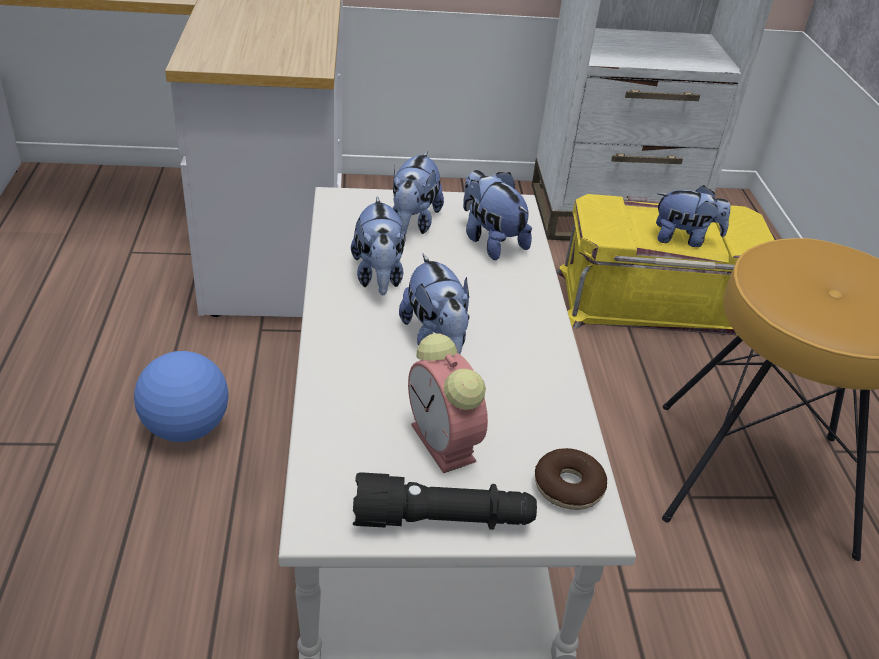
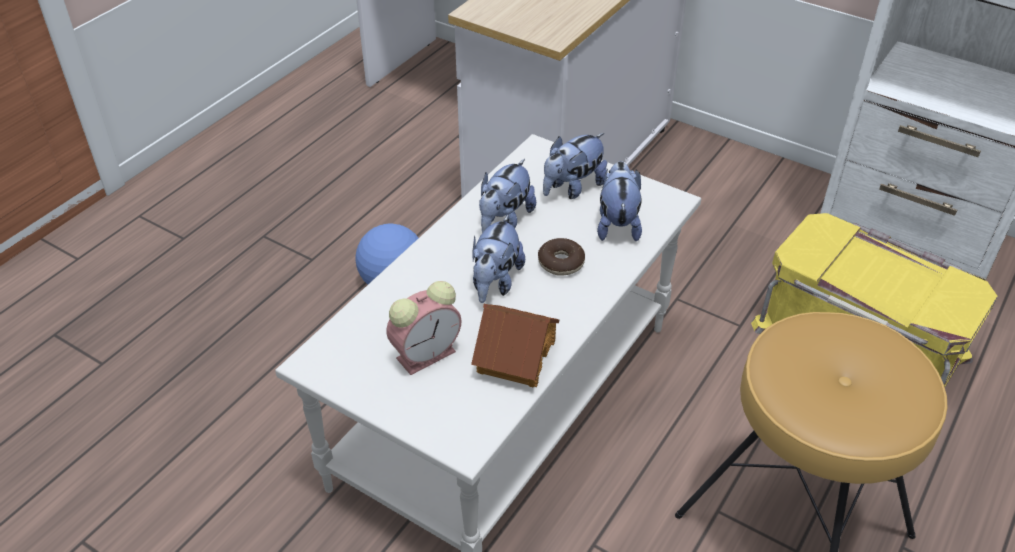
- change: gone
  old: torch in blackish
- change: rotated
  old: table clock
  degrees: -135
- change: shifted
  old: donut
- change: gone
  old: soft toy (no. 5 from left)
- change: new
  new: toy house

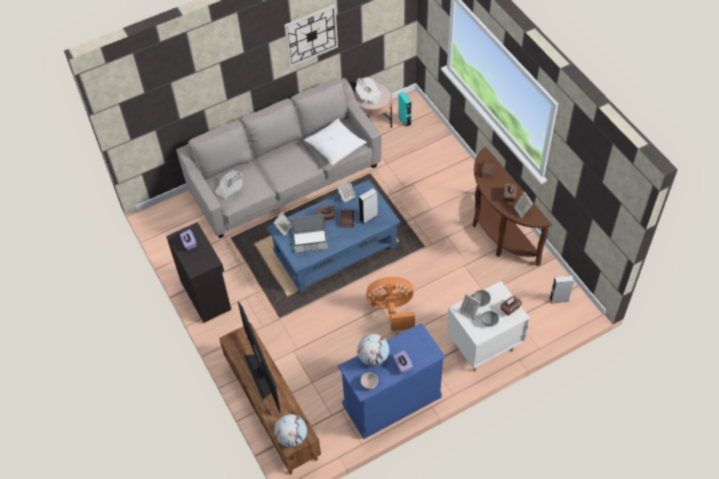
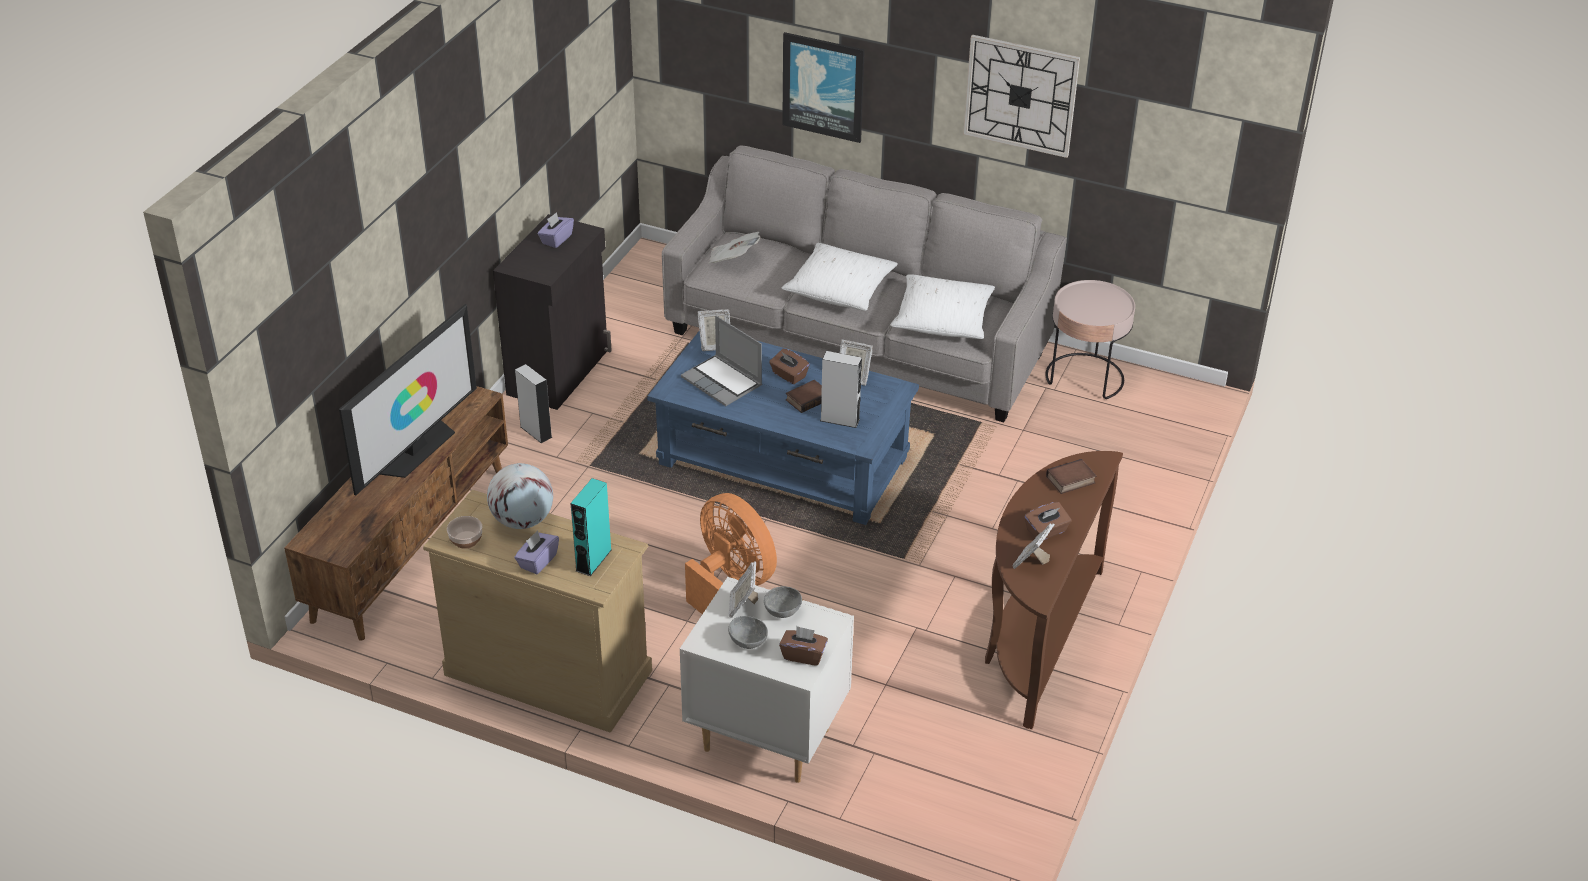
- change: gone
  old: desk globe (no. 1 from left)
- change: repainted
  old: chest of drawers in bluish
  new: chest of drawers in beige
- change: gone
  old: newspaper (no. 2 from left)
- change: shifted
  old: speaker in turquoise-coloured
- change: shifted
  old: speaker in greyish (no. 2 from left in the first image)
  new: speaker in greyish (no. 1 from left)
- change: new
  new: throw pillow in white-coloured (no. 1 from left)
- change: new
  new: wall art

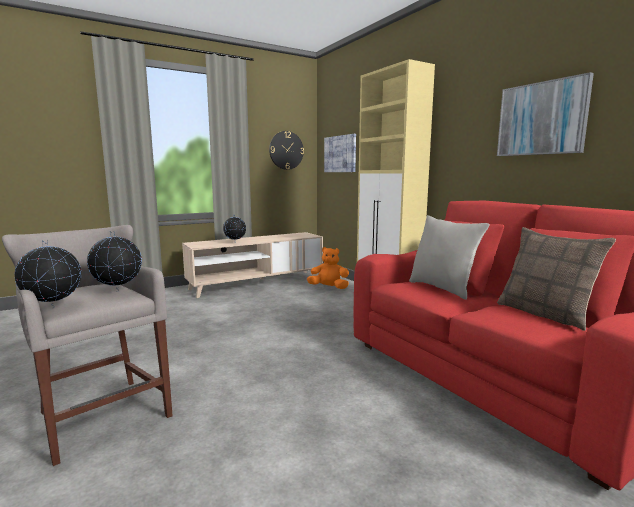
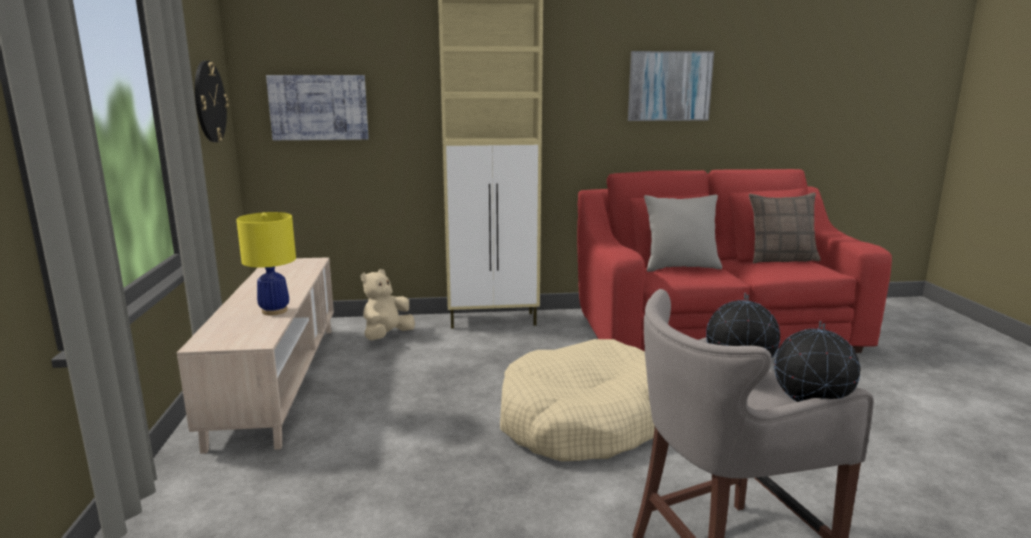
- change: swapped
  old: desk globe (no. 3 from left)
  new: tabletop lamp in yellowish
- change: repainted
  old: soft toy in orange
  new: soft toy in beige
- change: new
  new: dog bed in beige

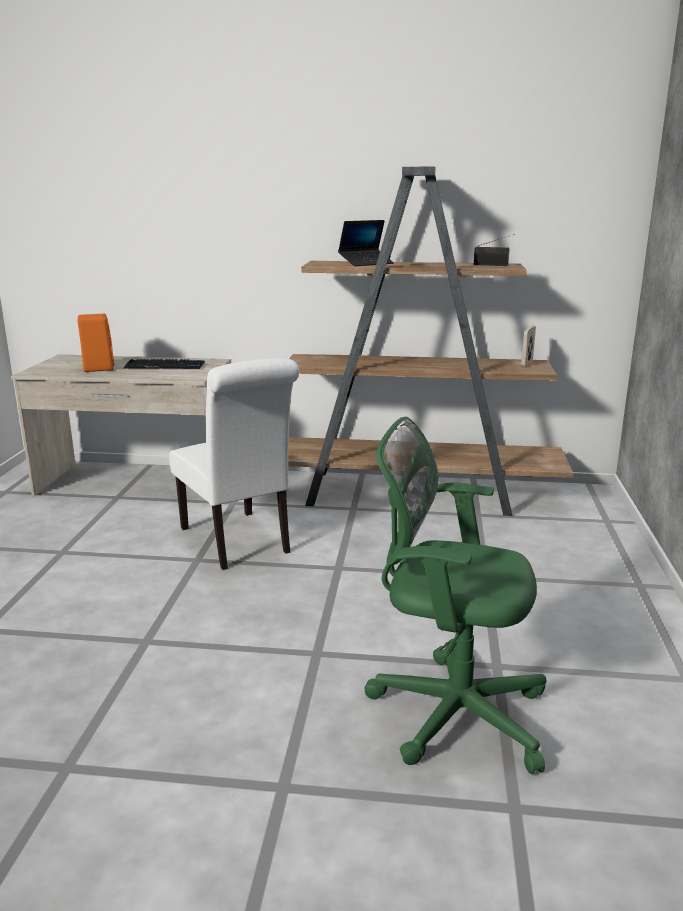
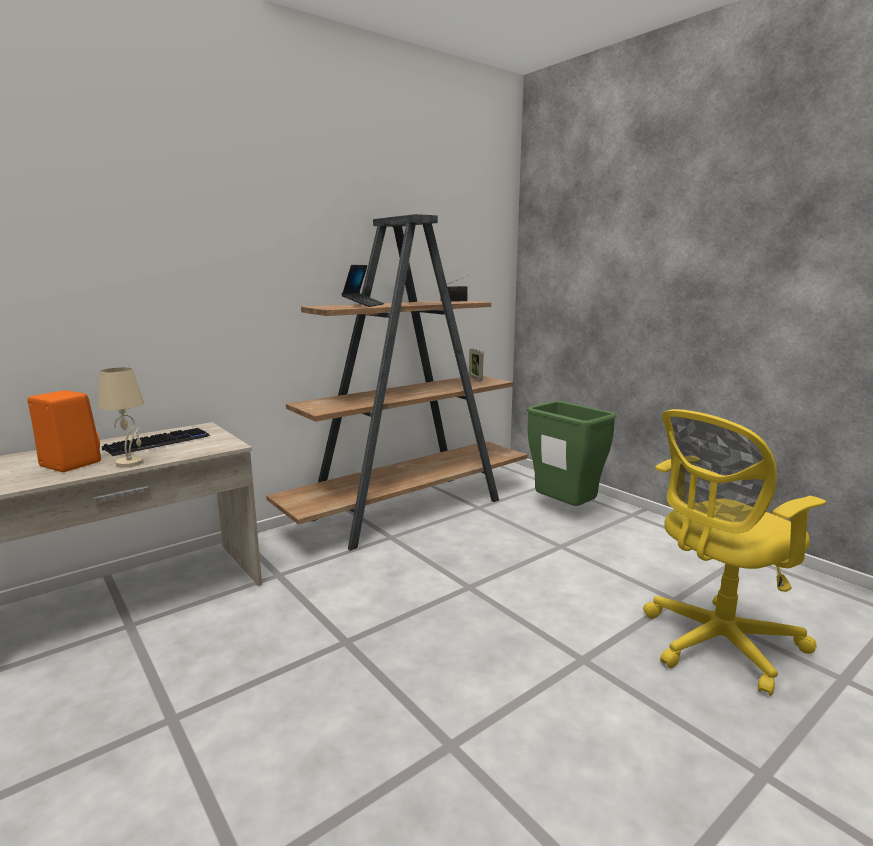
- change: gone
  old: upright chair in white-coloured
- change: repainted
  old: desk chair in green-coloured
  new: desk chair in yellowish
- change: new
  new: tabletop lamp in beige
- change: new
  new: trash can in green-coloured

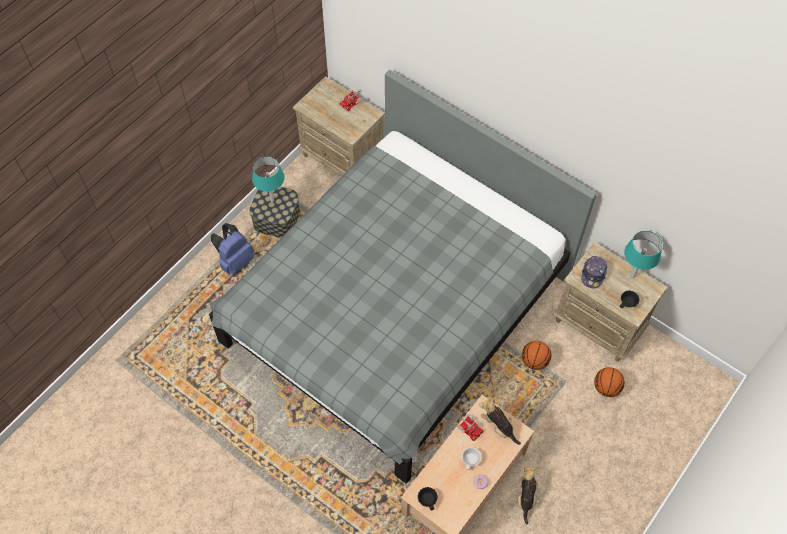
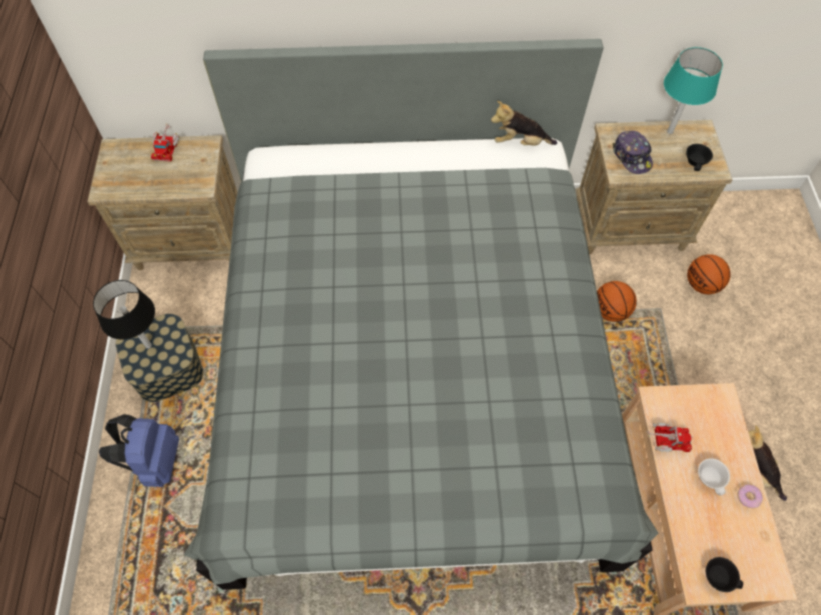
- change: repainted
  old: tabletop lamp in turquoise-coloured (no. 1 from left)
  new: tabletop lamp in blackish
- change: shifted
  old: soft toy (no. 1 from left)

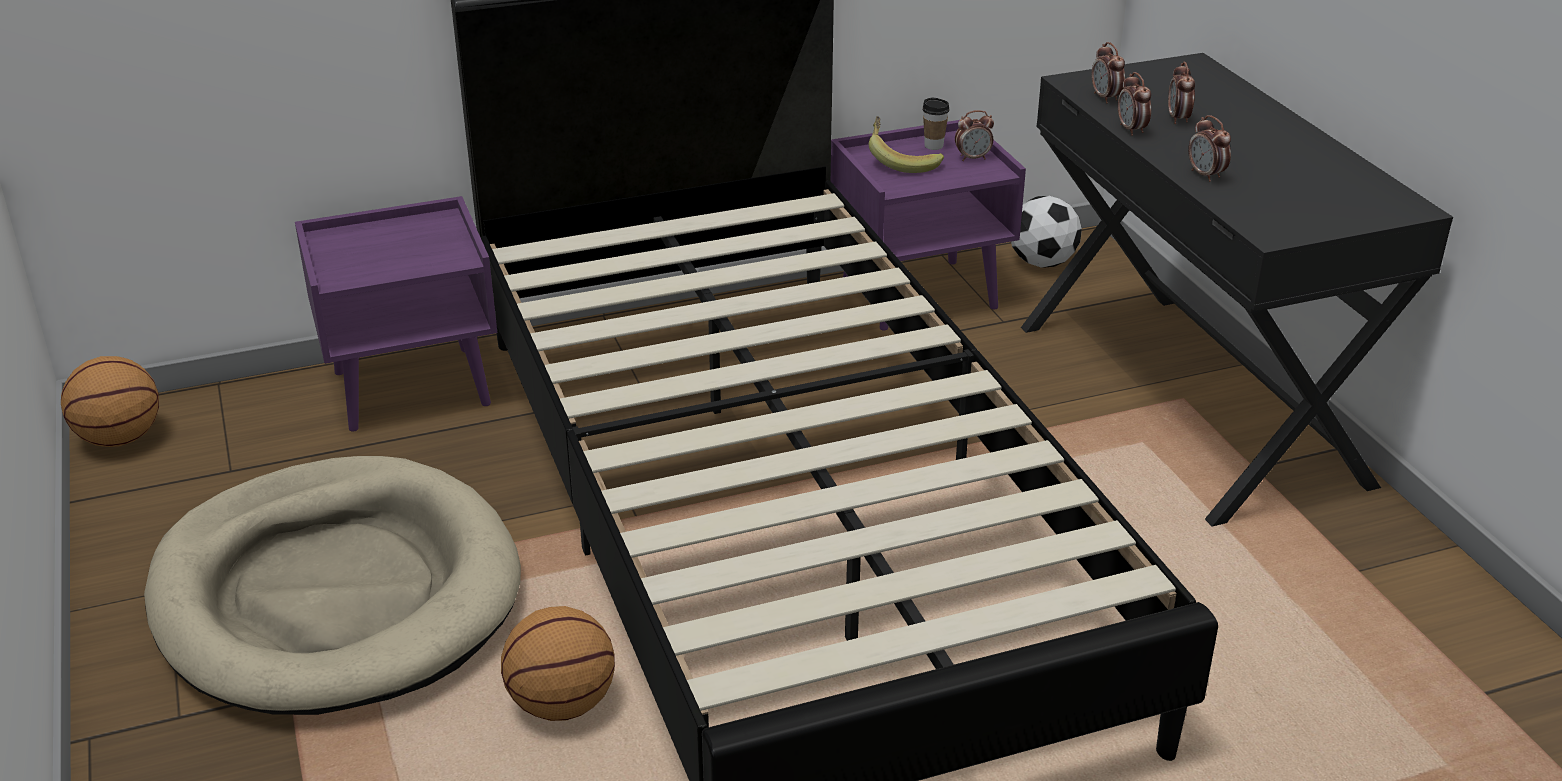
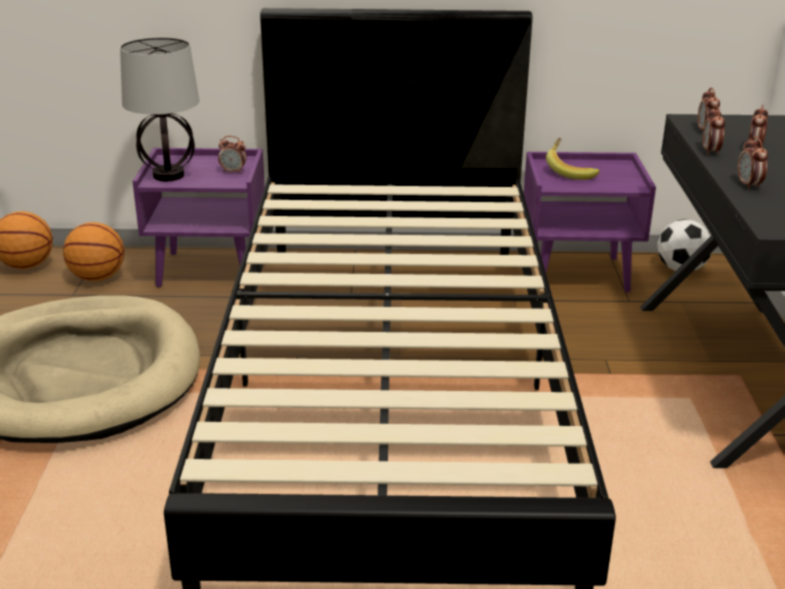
- change: shifted
  old: basketball (no. 2 from left)
- change: gone
  old: drinking cup
- change: shifted
  old: table clock (no. 1 from left)
- change: new
  new: tabletop lamp

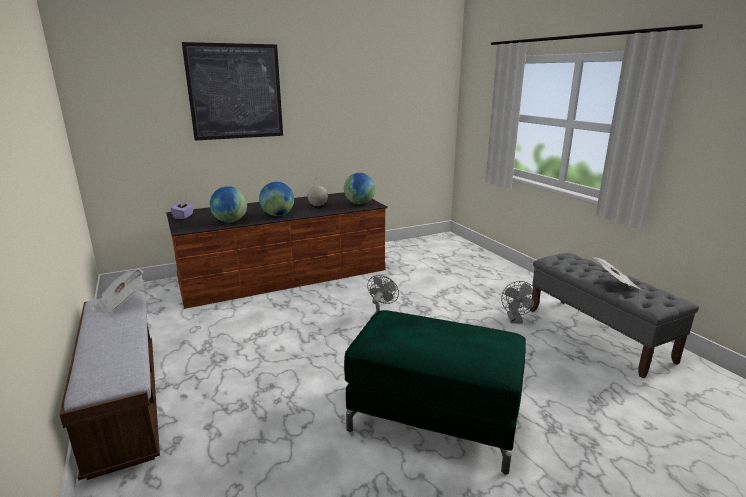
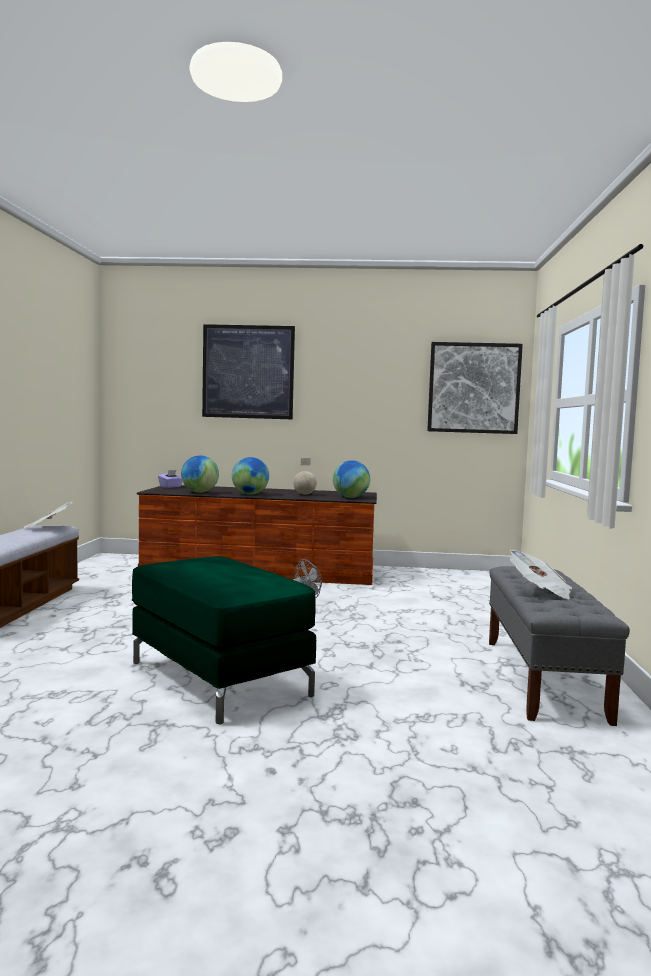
- change: gone
  old: cooling fan in greyish (no. 2 from left)
- change: new
  new: wall art (no. 2 from left)

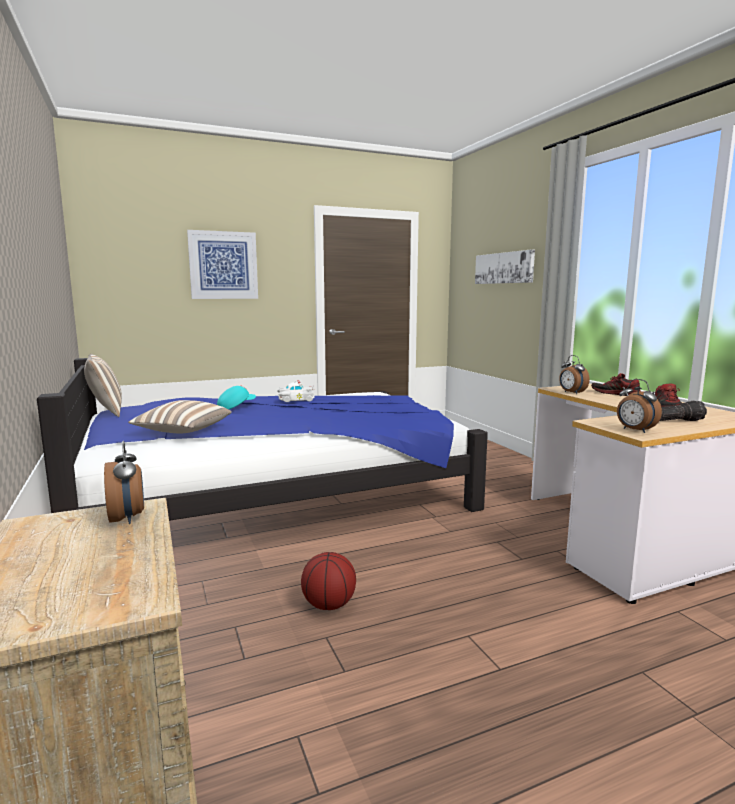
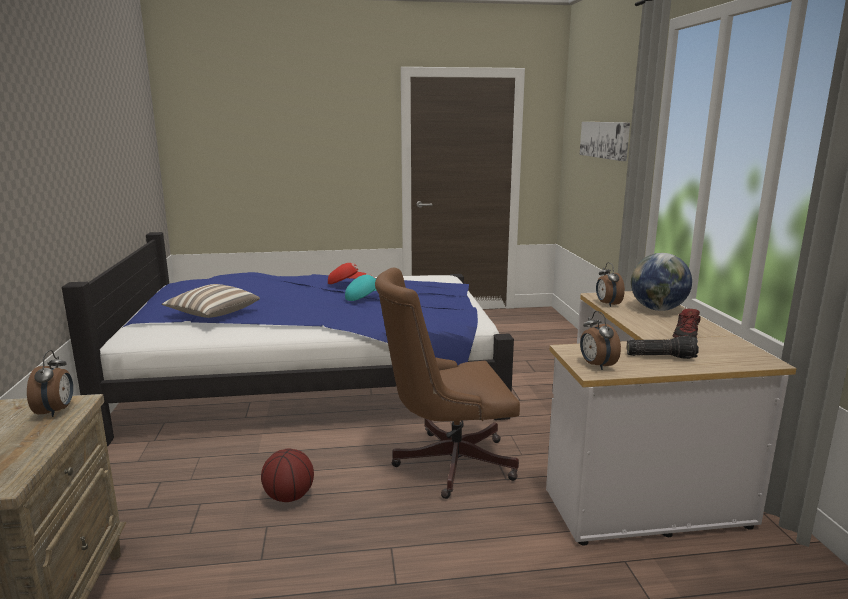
- change: gone
  old: throw pillow (no. 1 from left)
- change: gone
  old: wall art (no. 1 from left)
- change: shifted
  old: cap in turquoise-coloured
- change: swapped
  old: miniature car in white-coloured
  new: cap in reddish
- change: swapped
  old: shoe (no. 1 from left)
  new: desk globe
- change: new
  new: desk chair in brown-coloured

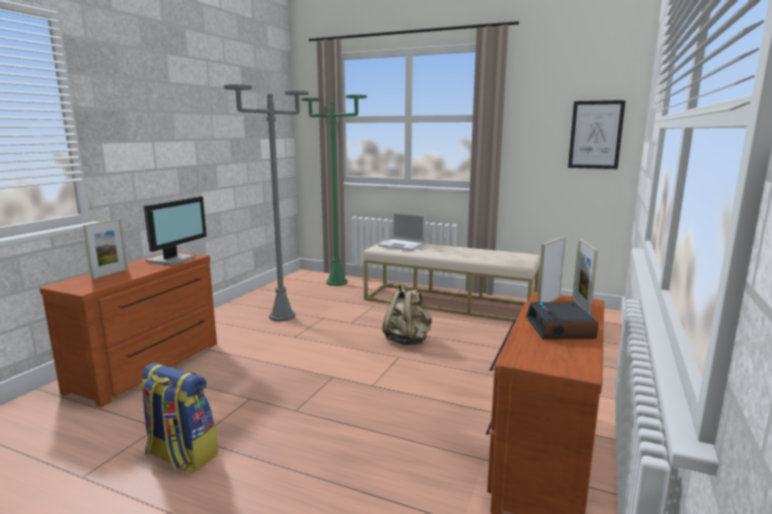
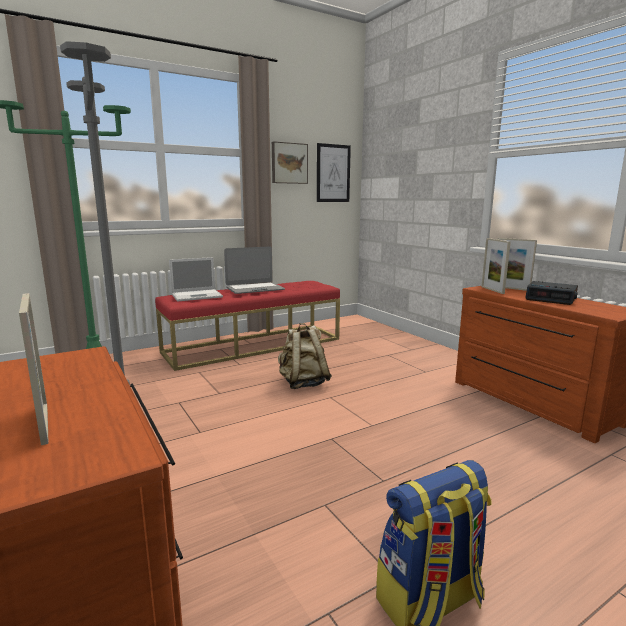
- change: gone
  old: monitor
- change: repainted
  old: bench in beige
  new: bench in reddish
- change: new
  new: notebook computer (no. 2 from left)
- change: new
  new: wall art (no. 1 from left)

